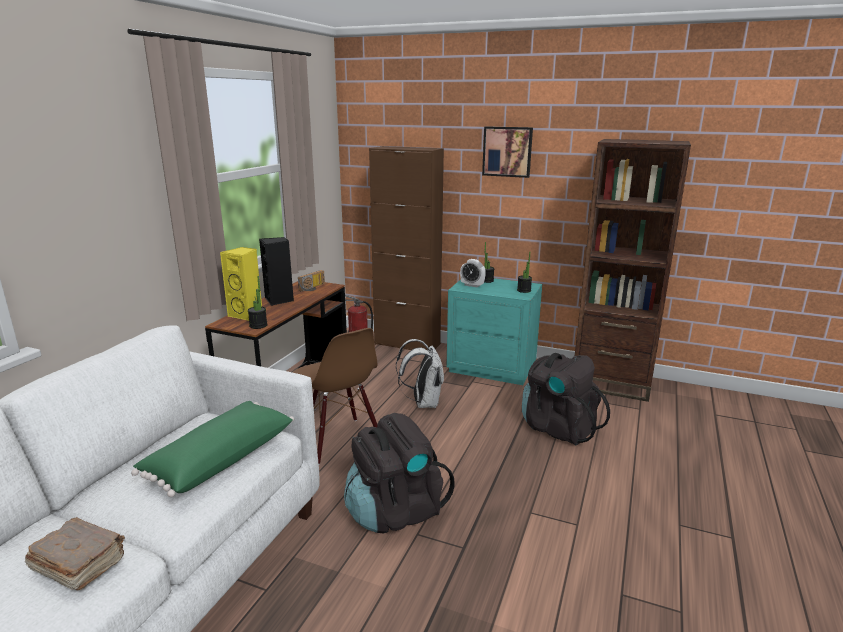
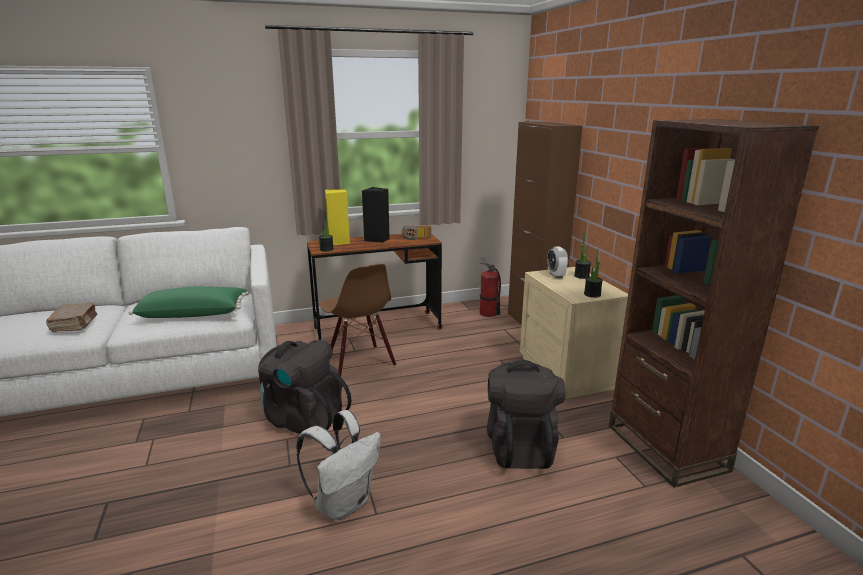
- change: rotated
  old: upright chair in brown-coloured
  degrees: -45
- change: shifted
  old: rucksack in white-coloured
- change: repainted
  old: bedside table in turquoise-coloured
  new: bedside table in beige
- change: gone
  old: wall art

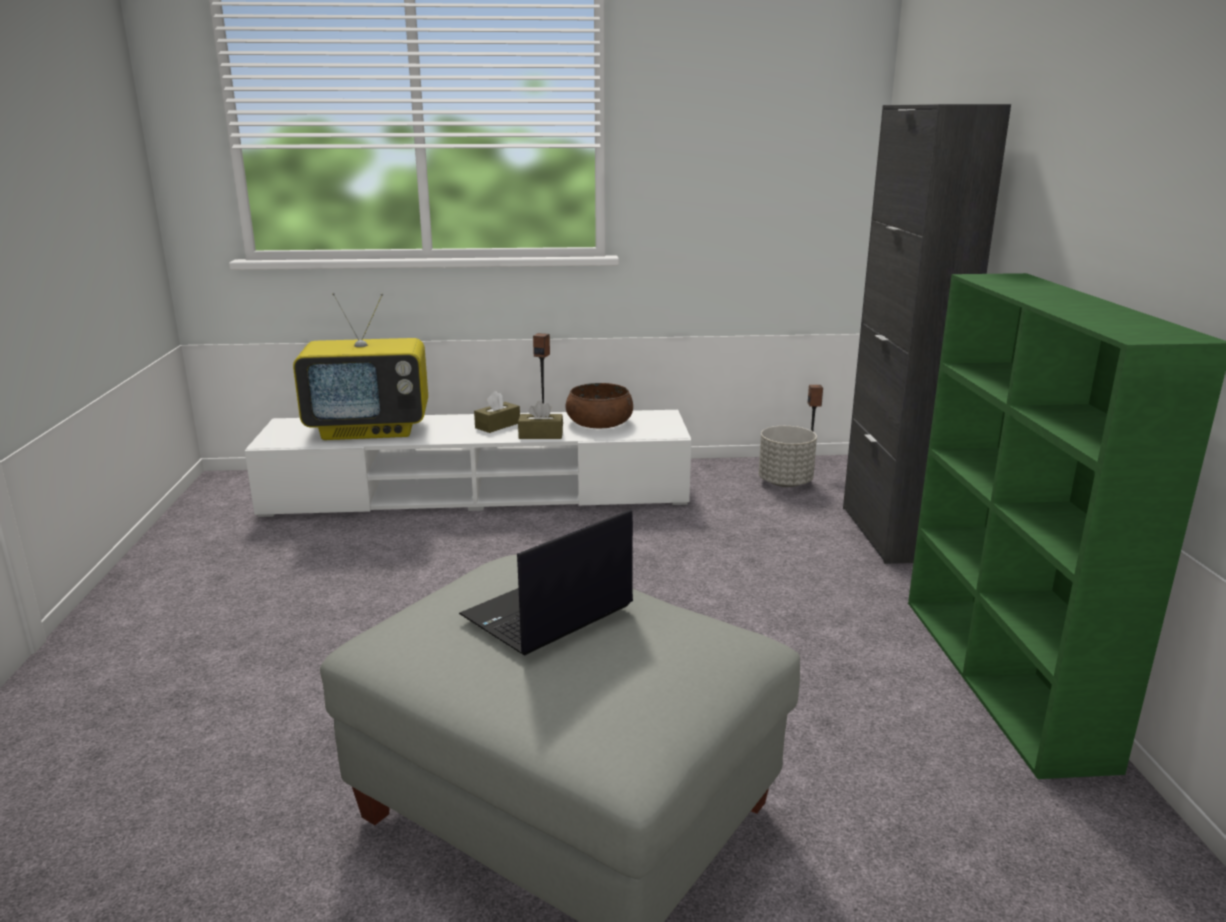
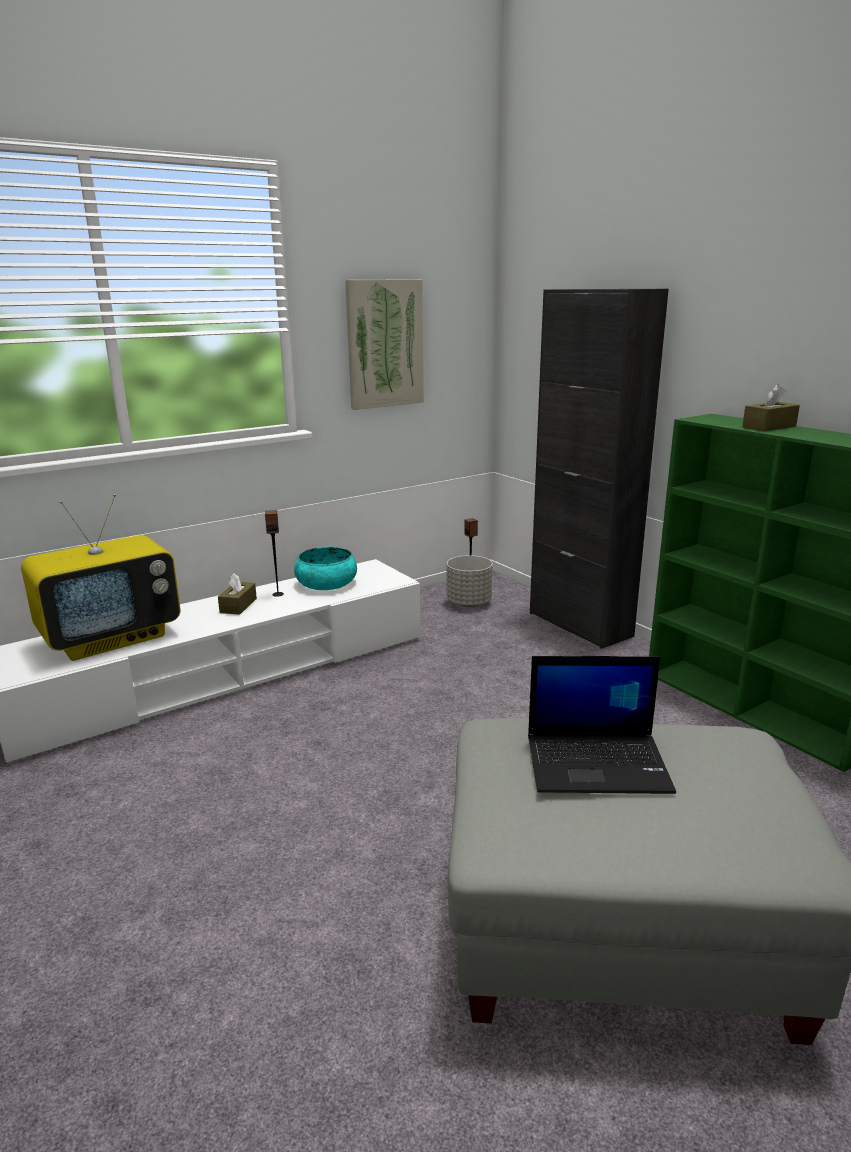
- change: rotated
  old: notebook computer
  degrees: -105
- change: shifted
  old: tissue box in brown-coloured (no. 2 from left)
- change: repainted
  old: serving bowl in brown-coloured
  new: serving bowl in turquoise-coloured
- change: new
  new: wall art

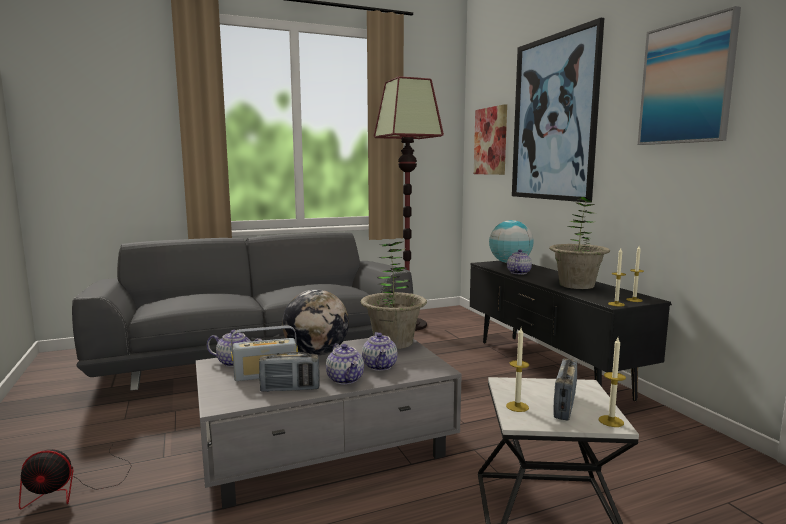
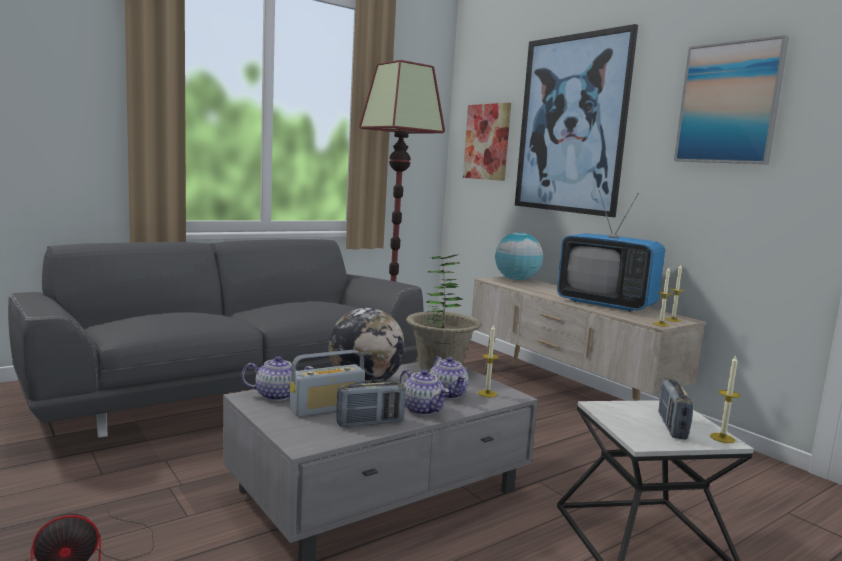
- change: repainted
  old: tv unit in blackish
  new: tv unit in beige
- change: shifted
  old: wax light (no. 1 from left)
- change: gone
  old: tea pot (no. 4 from left)
- change: swapped
  old: plant in a pot (no. 2 from left)
  new: TV set

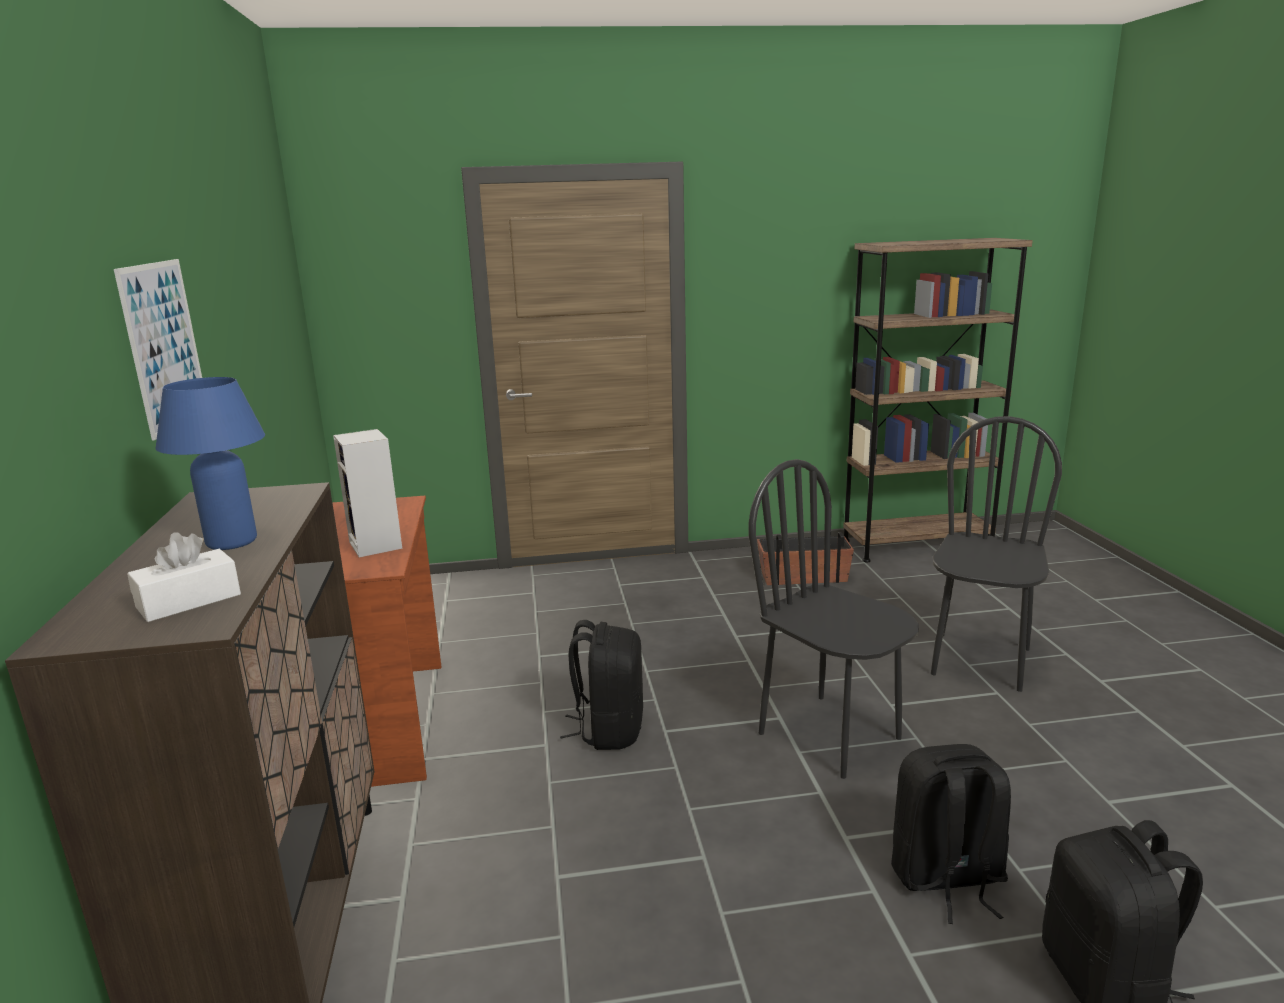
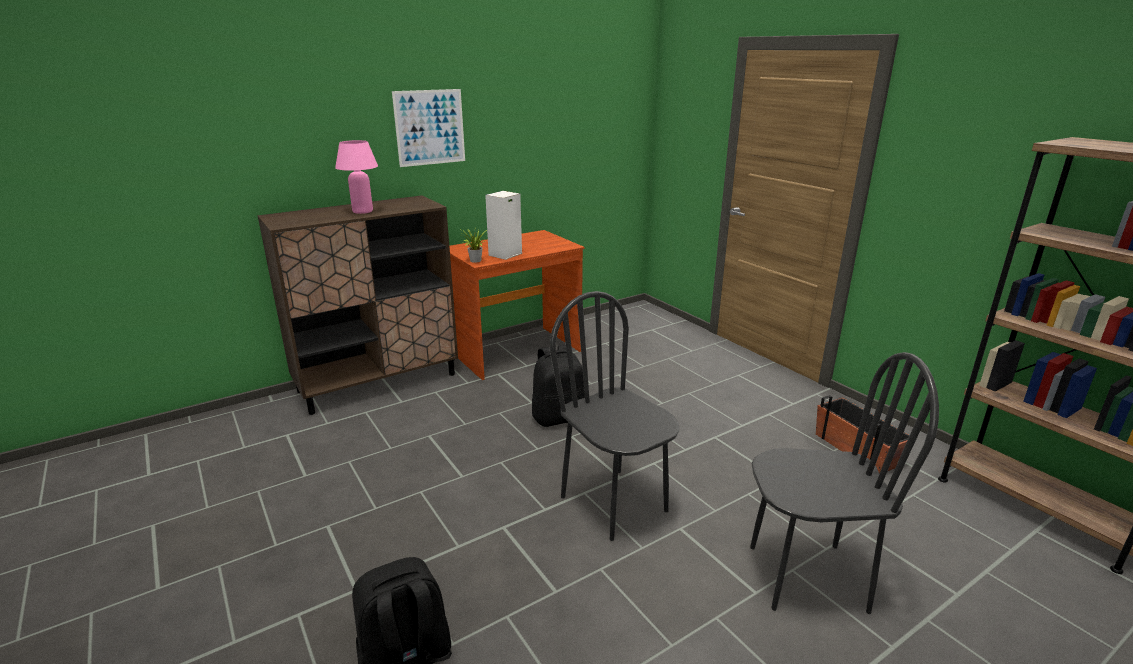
- change: gone
  old: tissue box in white-coloured
- change: repainted
  old: tabletop lamp in bluish
  new: tabletop lamp in pink
- change: rotated
  old: upright chair in blackish (no. 1 from left)
  degrees: -60
- change: gone
  old: rucksack in blackish (no. 2 from left)
- change: new
  new: plant in a pot

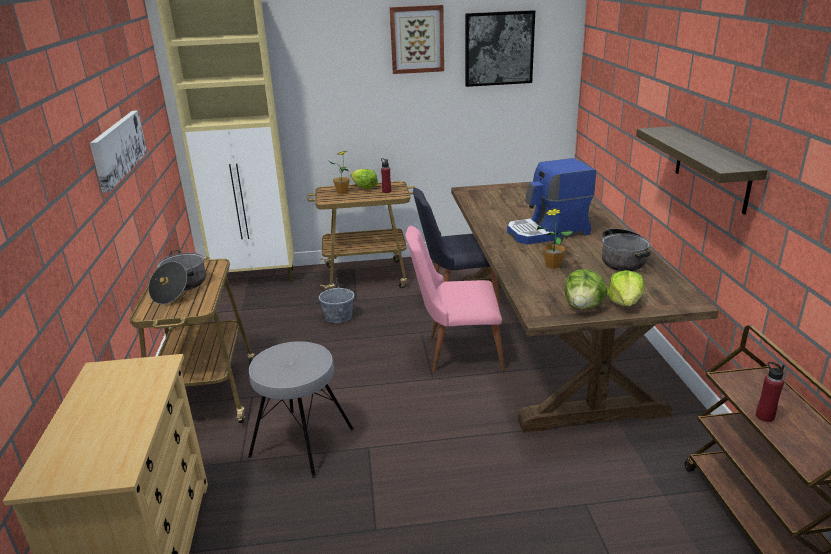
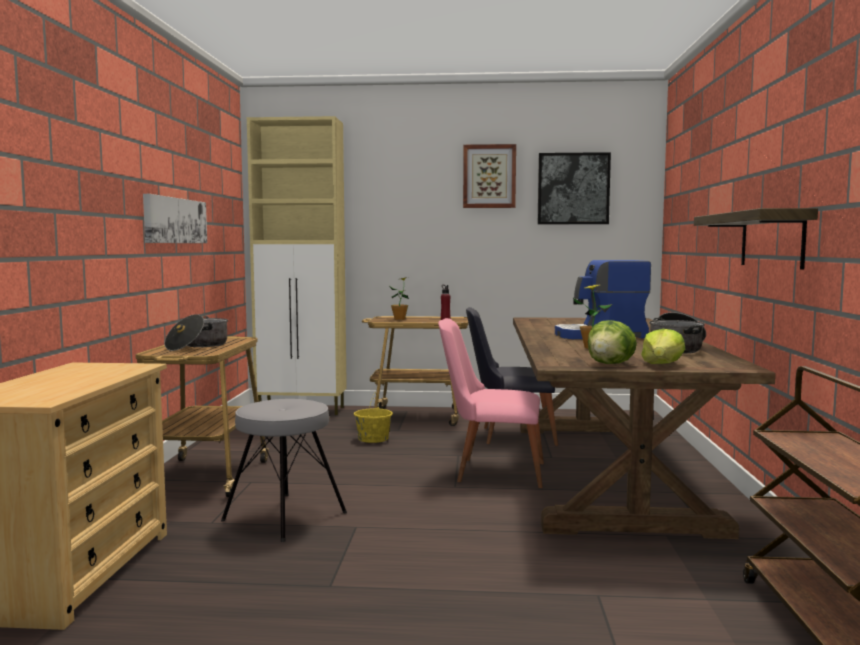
- change: repainted
  old: pail in greyish
  new: pail in yellowish
- change: gone
  old: head of lettuce (no. 1 from left)
- change: gone
  old: bottle in reddish (no. 2 from left)

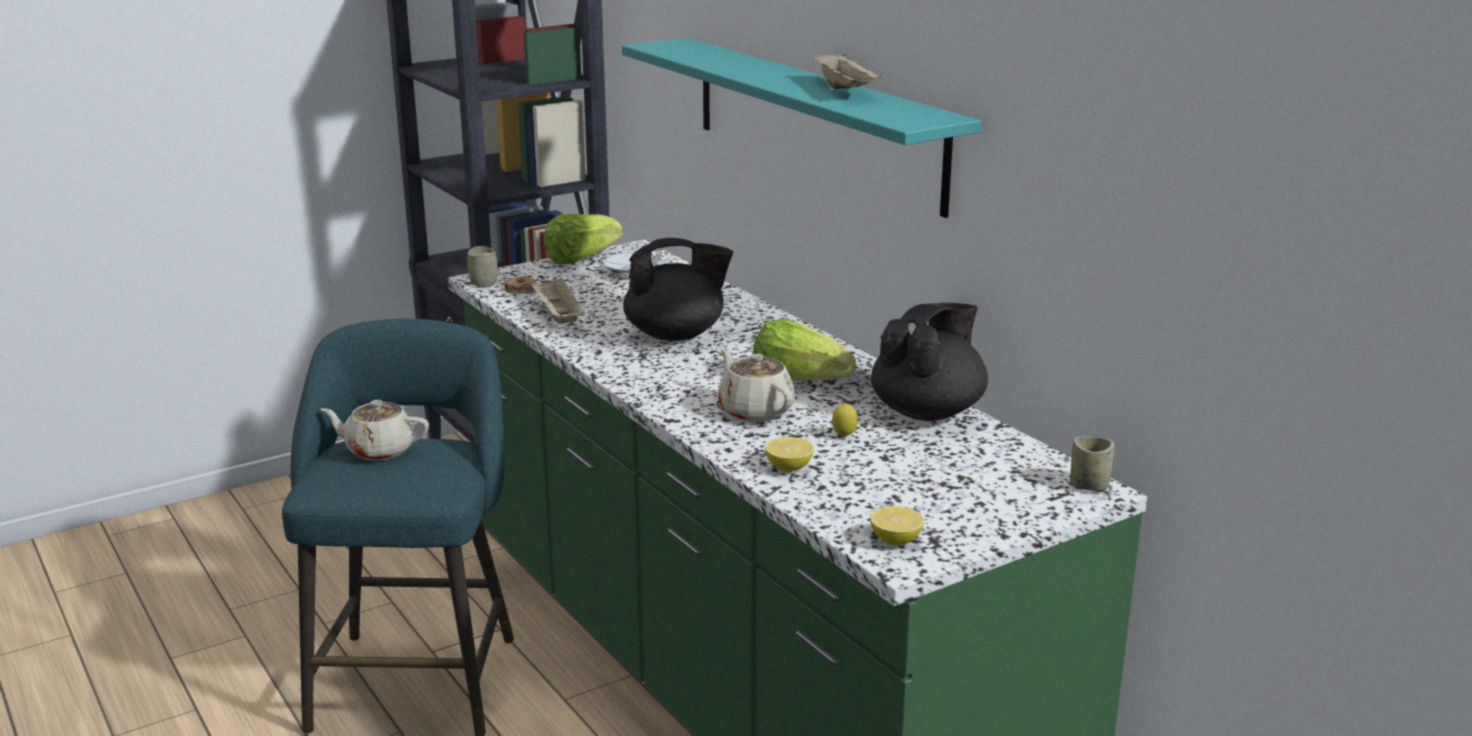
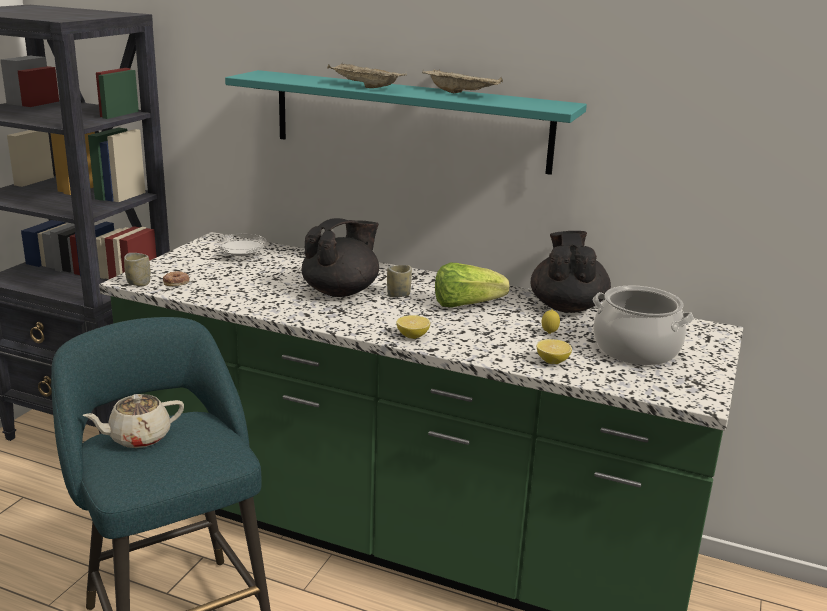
- change: shifted
  old: carrying tray in beige (no. 1 from left)
- change: gone
  old: head of lettuce (no. 1 from left)
- change: gone
  old: tea pot in beige (no. 2 from left)
- change: shifted
  old: whole lemon (no. 3 from left in the first image)
  new: whole lemon (no. 1 from left)
- change: shifted
  old: drinking cup (no. 2 from left)
- change: new
  new: saucepot

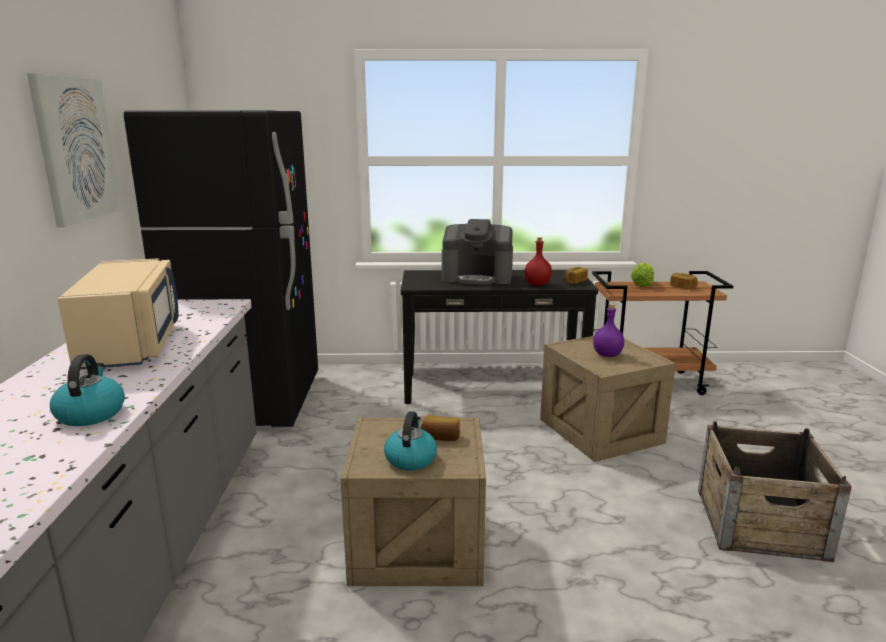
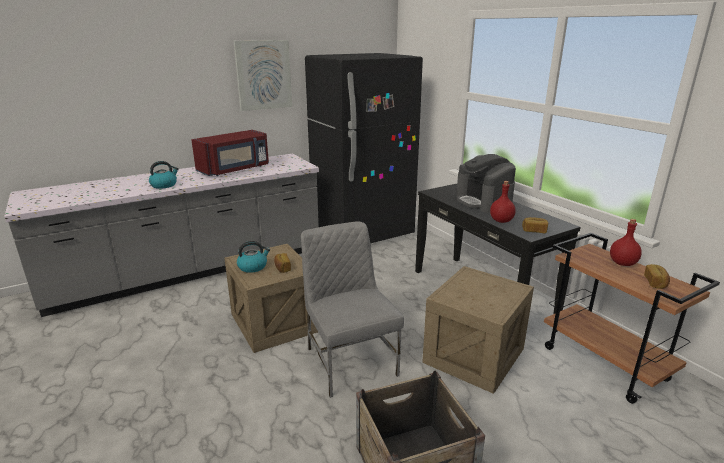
- change: repainted
  old: microwave oven in beige
  new: microwave oven in reddish
- change: gone
  old: bottle in purple-coloured
- change: swapped
  old: head of lettuce
  new: bottle in reddish (no. 2 from left)
- change: new
  new: upright chair in greyish

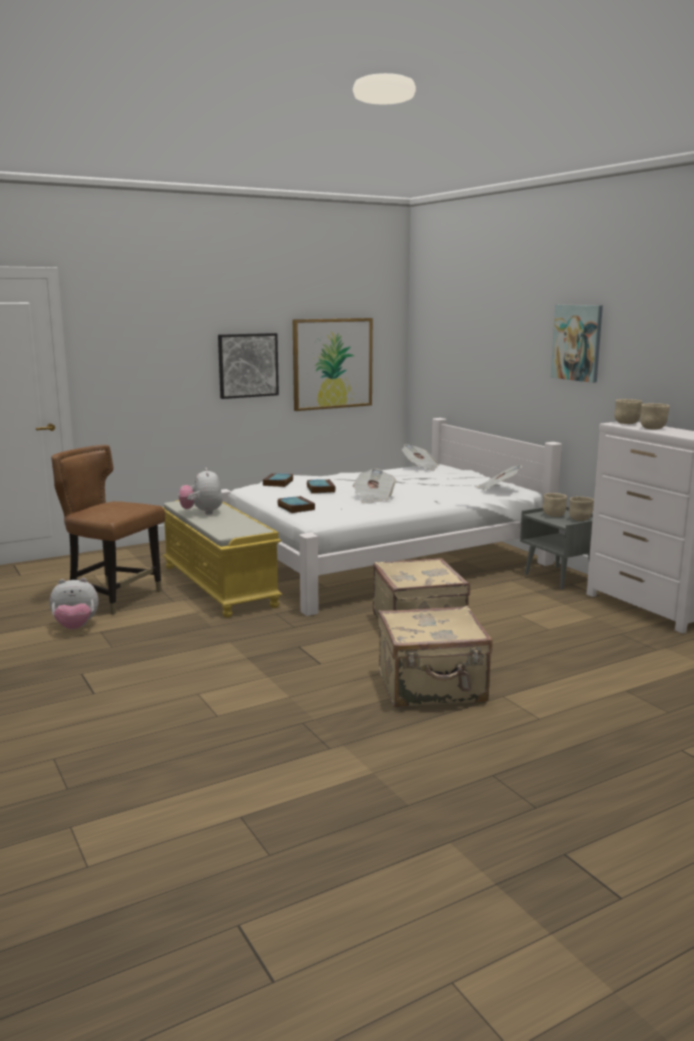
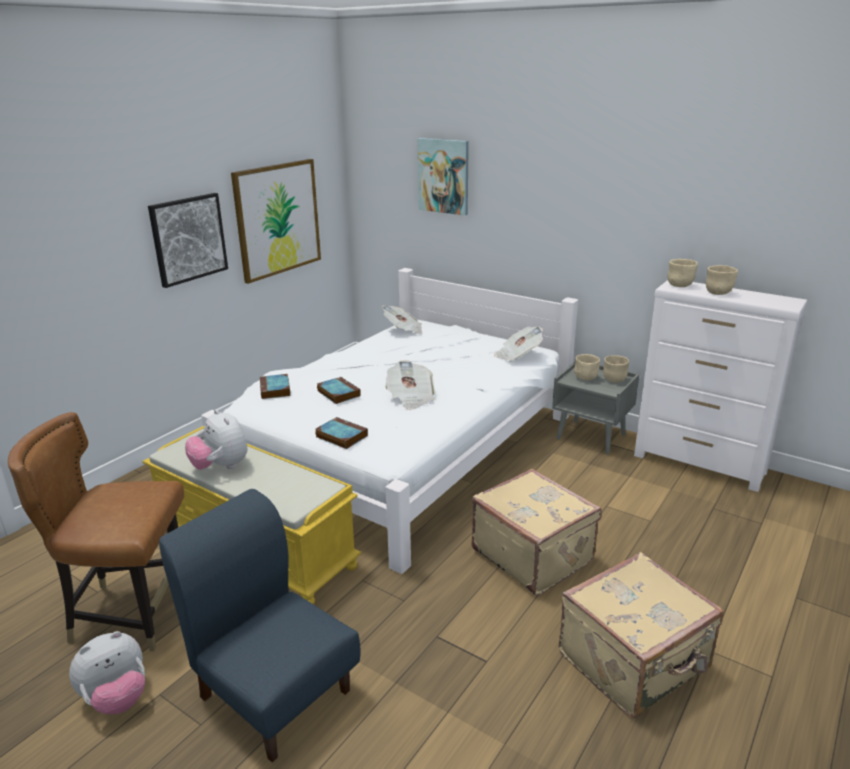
- change: shifted
  old: wall art (no. 3 from left)
- change: new
  new: upright chair in bluish

